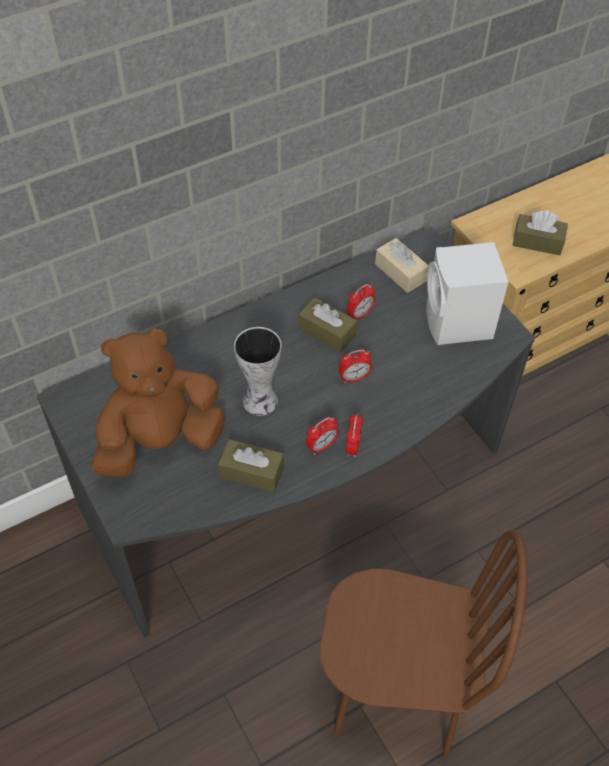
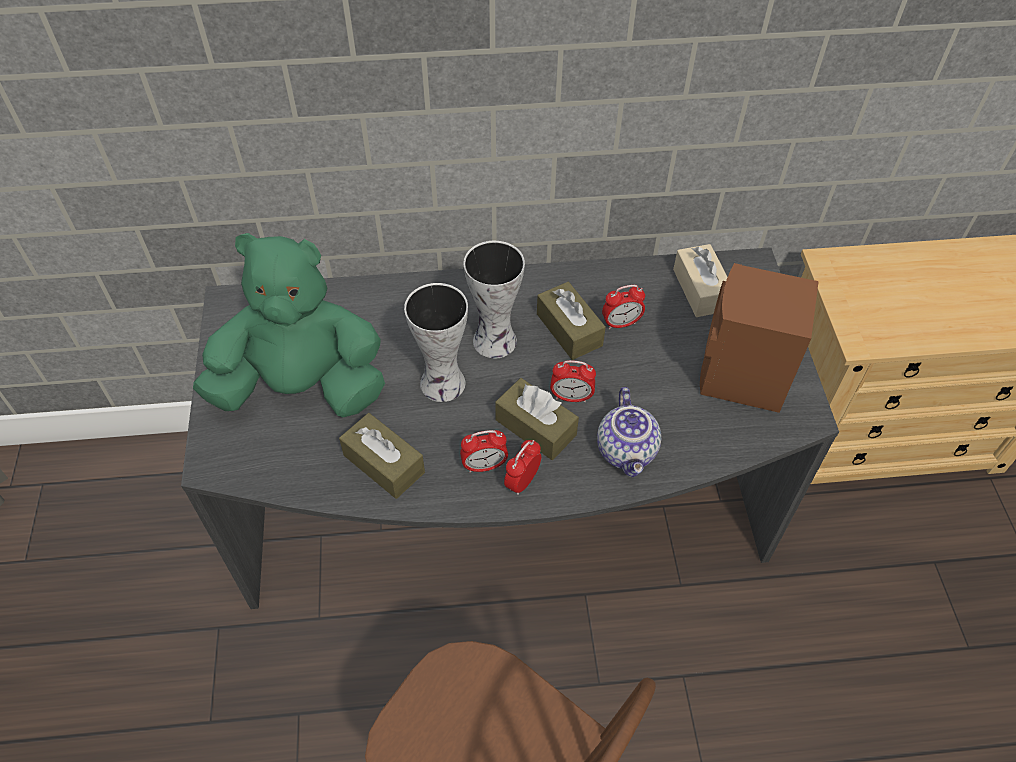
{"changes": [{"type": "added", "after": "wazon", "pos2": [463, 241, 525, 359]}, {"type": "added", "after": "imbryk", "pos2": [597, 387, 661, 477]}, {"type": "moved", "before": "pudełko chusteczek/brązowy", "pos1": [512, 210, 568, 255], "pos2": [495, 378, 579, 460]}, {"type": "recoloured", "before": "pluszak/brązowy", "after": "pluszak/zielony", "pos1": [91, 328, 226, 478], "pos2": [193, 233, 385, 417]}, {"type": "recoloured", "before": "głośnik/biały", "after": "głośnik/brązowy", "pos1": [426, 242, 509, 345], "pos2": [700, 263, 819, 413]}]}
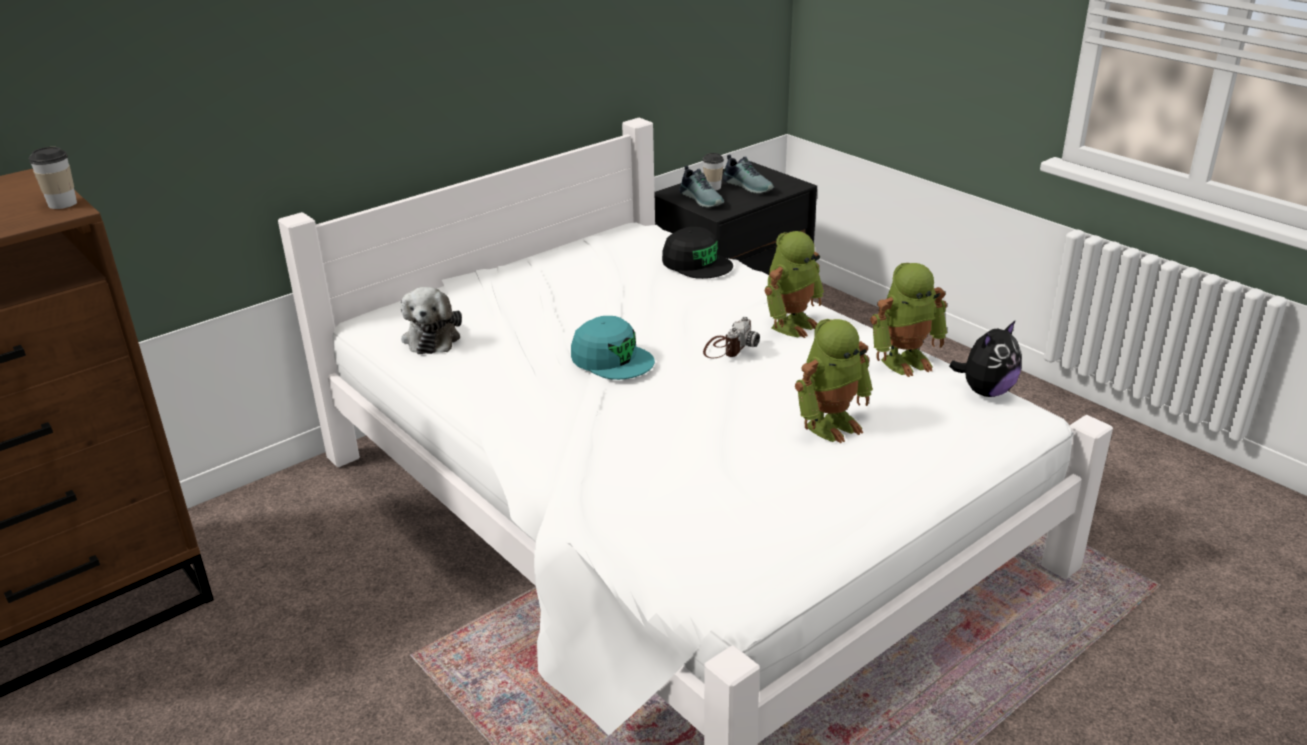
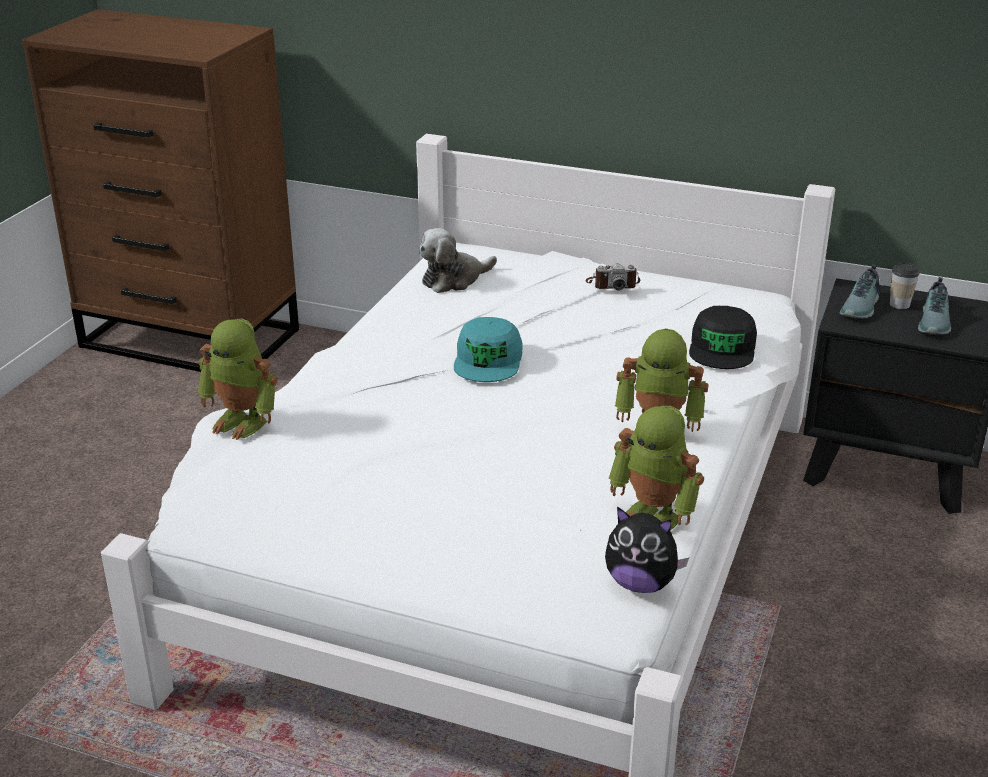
{"changes": [{"type": "removed", "before": "filiżanka", "pos1": [29, 147, 77, 209]}, {"type": "moved", "before": "aparat fotograficzny", "pos1": [703, 317, 760, 358], "pos2": [586, 263, 640, 291]}, {"type": "moved", "before": "robot zabawkowy", "pos1": [795, 319, 873, 443], "pos2": [198, 318, 278, 440]}]}
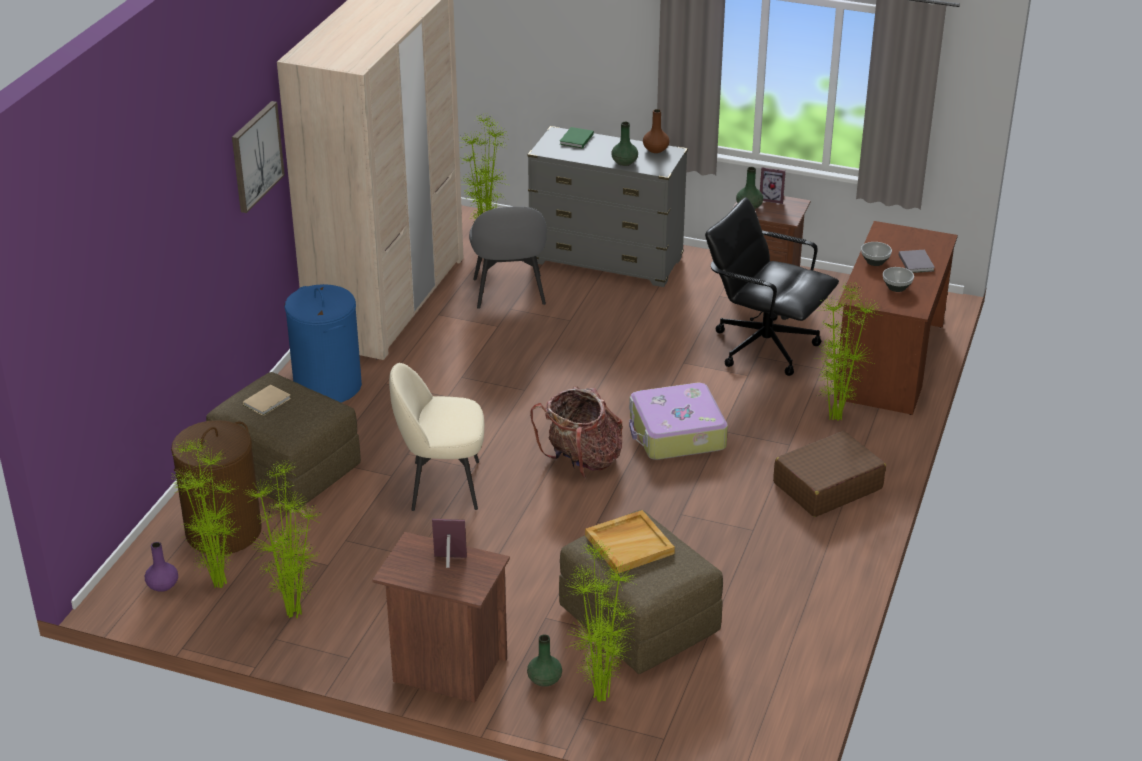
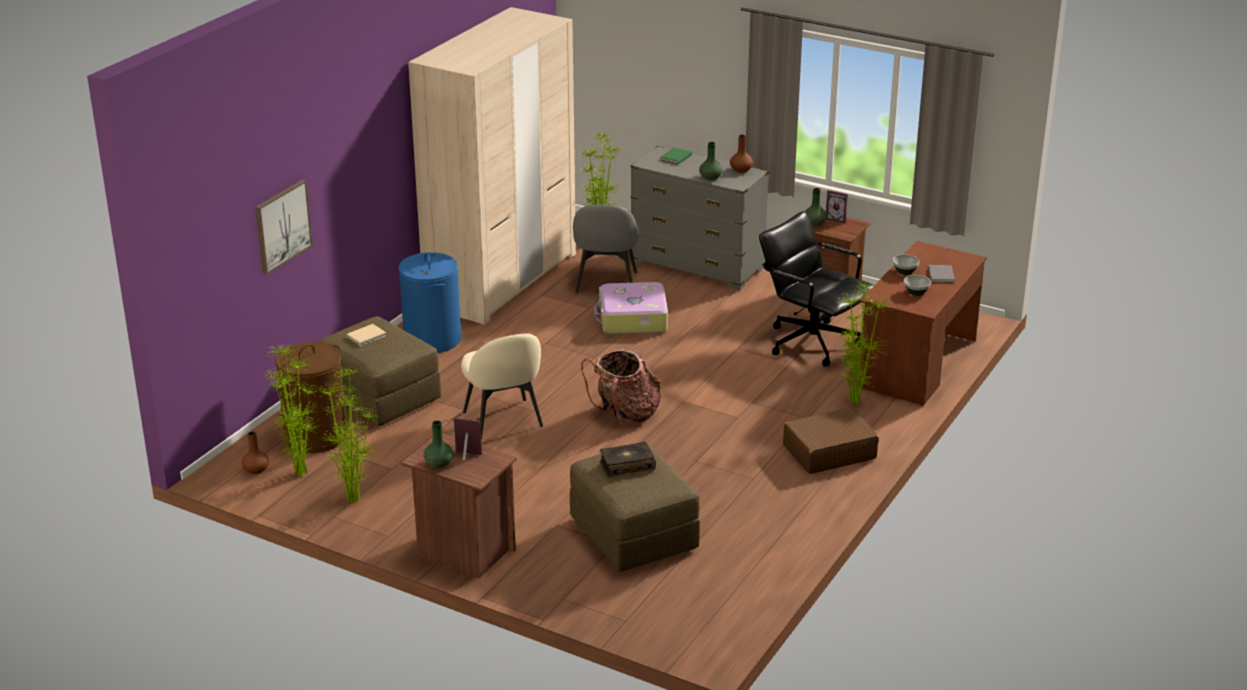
{"changes": [{"type": "removed", "before": "roślina doniczkowa", "pos1": [563, 539, 638, 702]}, {"type": "moved", "before": "obraz", "pos1": [232, 101, 285, 213], "pos2": [255, 180, 313, 275]}, {"type": "moved", "before": "wazon/zielony", "pos1": [527, 634, 562, 687], "pos2": [424, 420, 454, 468]}, {"type": "moved", "before": "walizka", "pos1": [629, 383, 728, 460], "pos2": [594, 282, 668, 334]}, {"type": "replaced", "before": "taca/beżowy", "after": "książka", "pos1": [585, 510, 675, 573], "pos2": [600, 442, 656, 477]}, {"type": "recoloured", "before": "wazon/fioletowy", "after": "wazon/brązowy", "pos1": [145, 542, 178, 592], "pos2": [242, 431, 269, 474]}, {"type": "turned", "before": "krzesło/beżowy", "pos1": [389, 363, 484, 511], "pos2": [461, 333, 543, 439], "turn": -120}]}
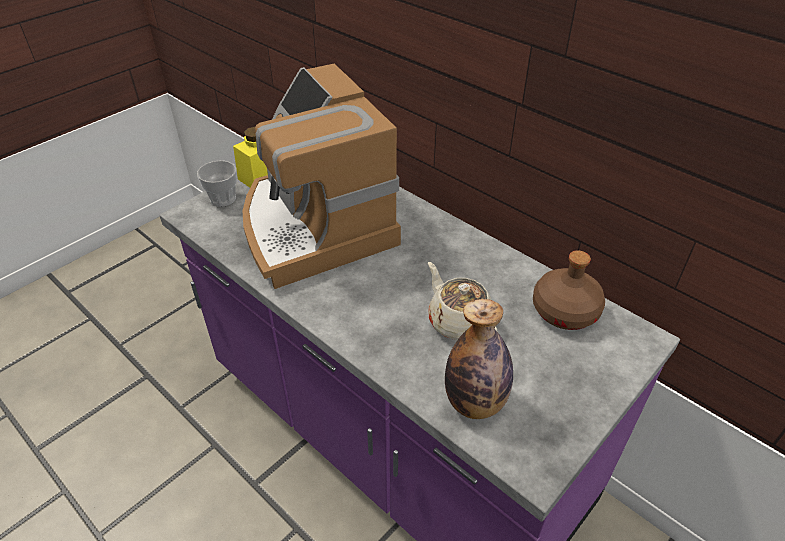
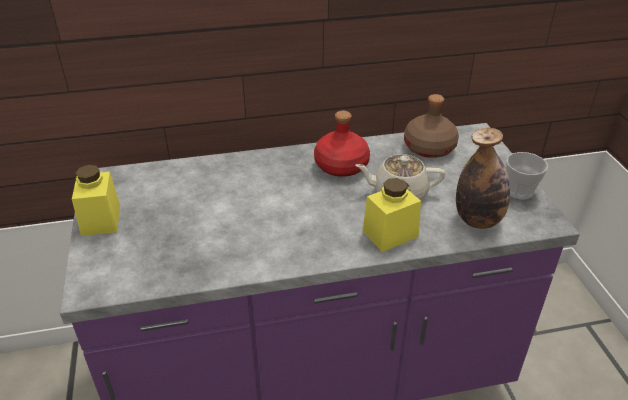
{"changes": [{"type": "removed", "before": "ekspres do kawy", "pos1": [243, 64, 401, 289]}, {"type": "added", "after": "butelka/czerwony", "pos2": [314, 111, 370, 177]}, {"type": "added", "after": "słoik/żółty", "pos2": [362, 178, 421, 252]}, {"type": "moved", "before": "filiżanka", "pos1": [197, 160, 237, 207], "pos2": [506, 152, 548, 200]}]}
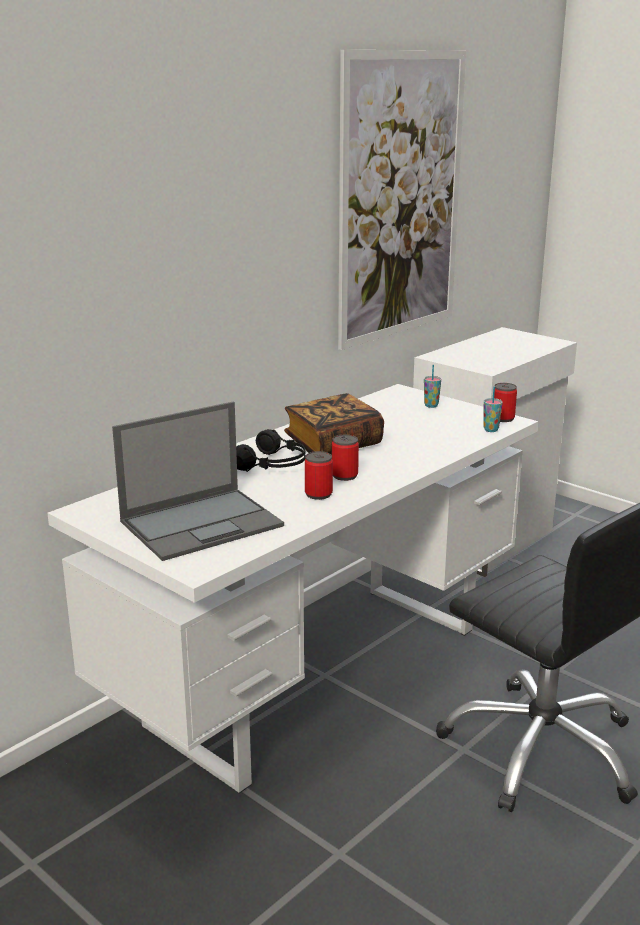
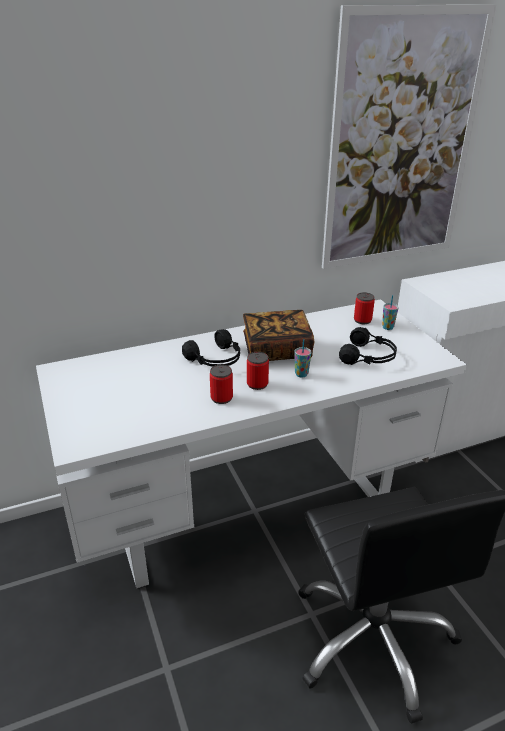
{"changes": [{"type": "removed", "before": "laptop", "pos1": [112, 402, 284, 561]}, {"type": "added", "after": "słuchawki/czarny", "pos2": [339, 327, 397, 365]}, {"type": "moved", "before": "filiżanka", "pos1": [484, 387, 503, 432], "pos2": [294, 339, 311, 377]}, {"type": "moved", "before": "puszka", "pos1": [494, 383, 517, 422], "pos2": [354, 292, 375, 324]}]}
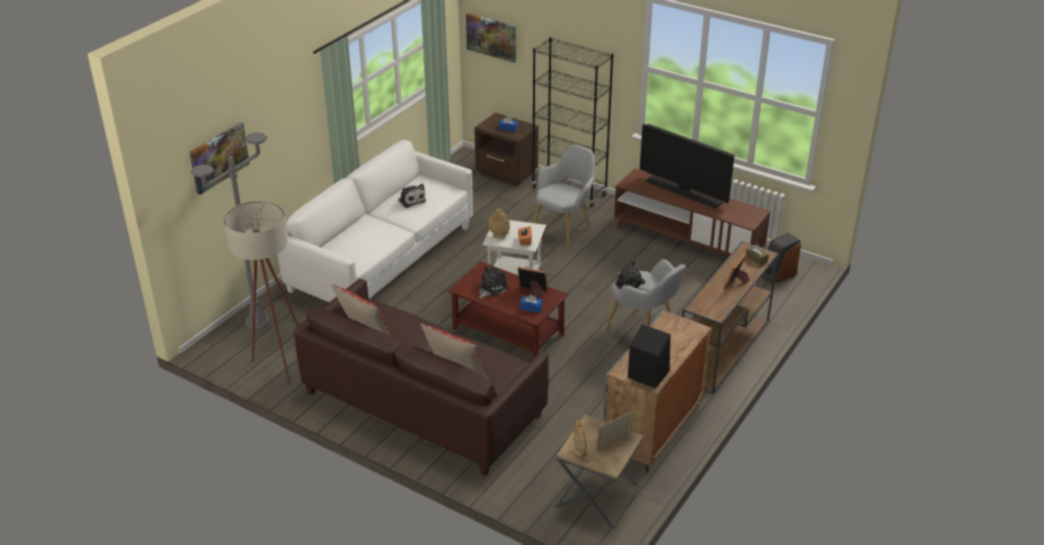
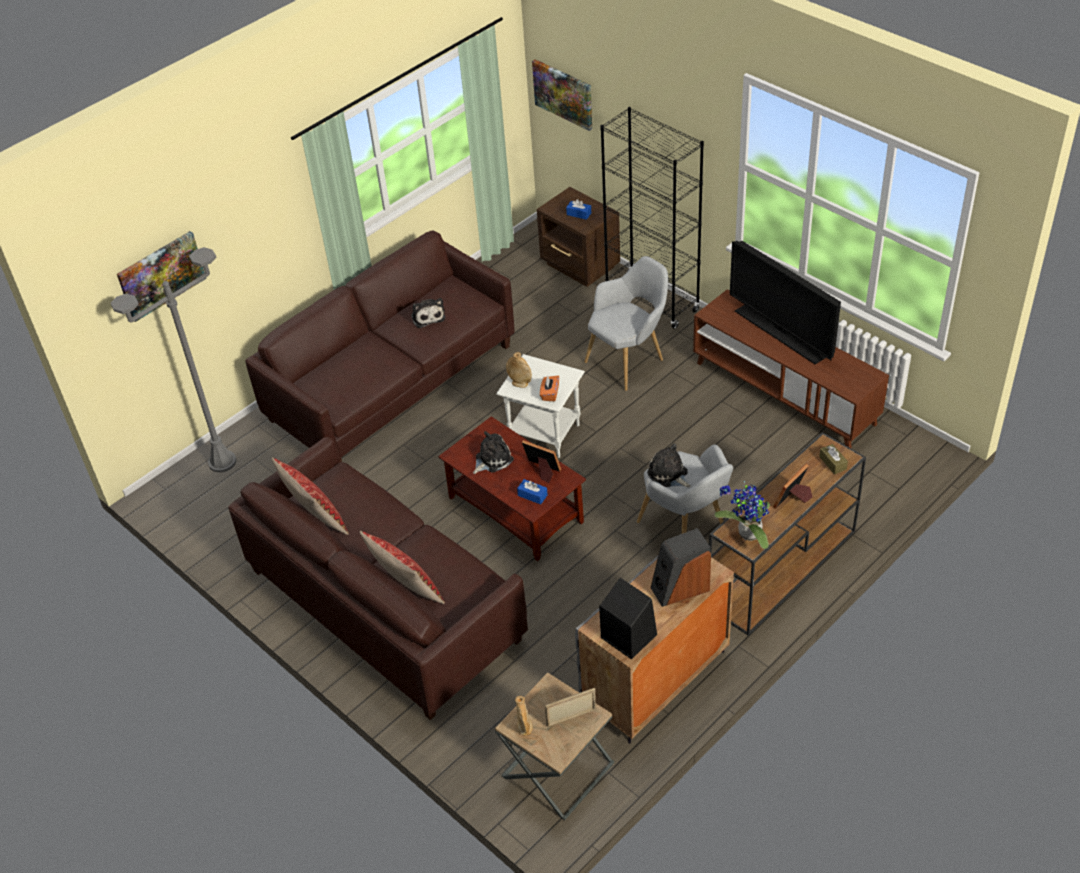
{"changes": [{"type": "removed", "before": "lampa stojąca/beżowy", "pos1": [224, 201, 299, 385]}, {"type": "added", "after": "roślina doniczkowa", "pos2": [714, 481, 770, 549]}, {"type": "moved", "before": "głośnik", "pos1": [761, 232, 801, 285], "pos2": [650, 528, 711, 607]}, {"type": "recoloured", "before": "kanapa/biały", "after": "kanapa/brązowy", "pos1": [278, 140, 473, 302], "pos2": [245, 231, 515, 462]}]}
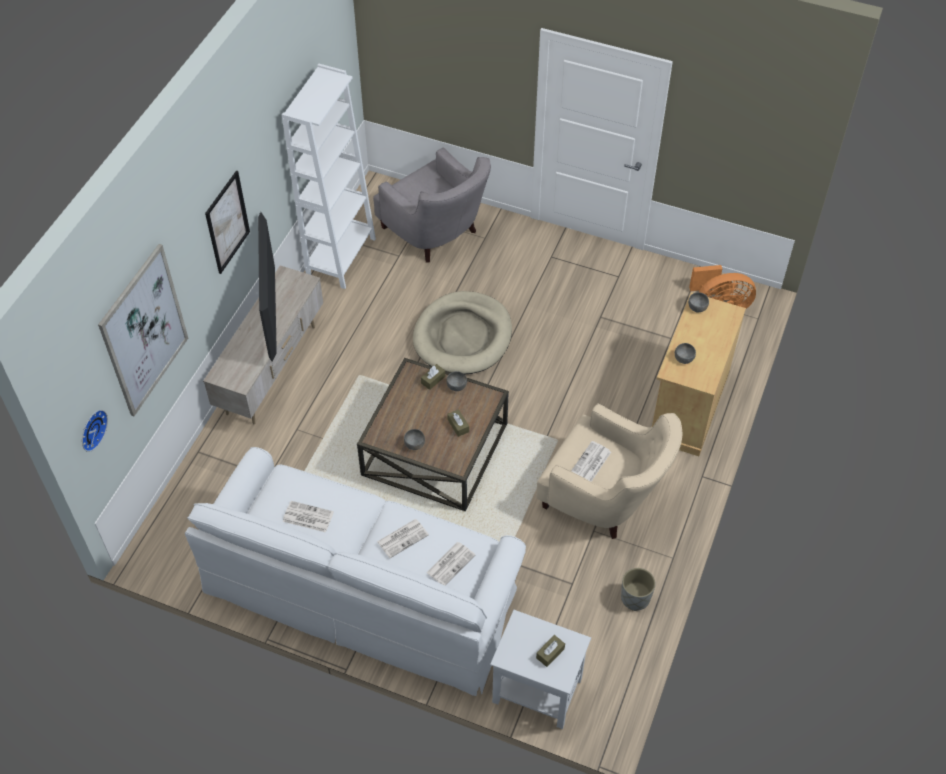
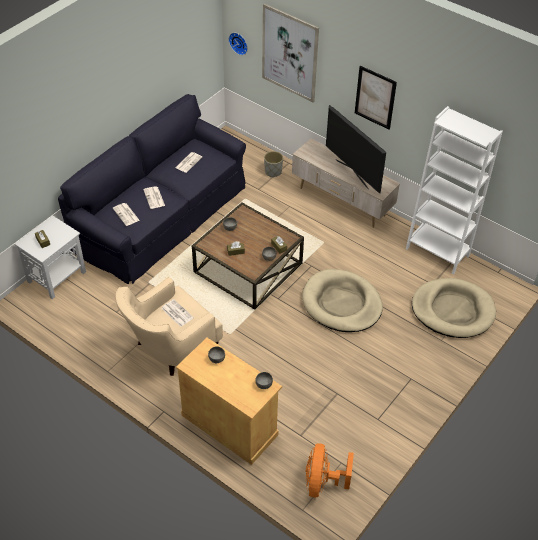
{"changes": [{"type": "moved", "before": "donica/szary", "pos1": [621, 568, 655, 611], "pos2": [264, 151, 283, 177]}, {"type": "replaced", "before": "fotel/szary", "after": "legowisko/beżowy", "pos1": [373, 147, 491, 262], "pos2": [412, 278, 496, 338]}, {"type": "recoloured", "before": "kanapa/biały", "after": "kanapa/czarny", "pos1": [185, 447, 526, 696], "pos2": [58, 94, 246, 284]}, {"type": "turned", "before": "telewizor", "pos1": [258, 212, 277, 361], "pos2": [326, 105, 386, 193], "turn": -135}]}
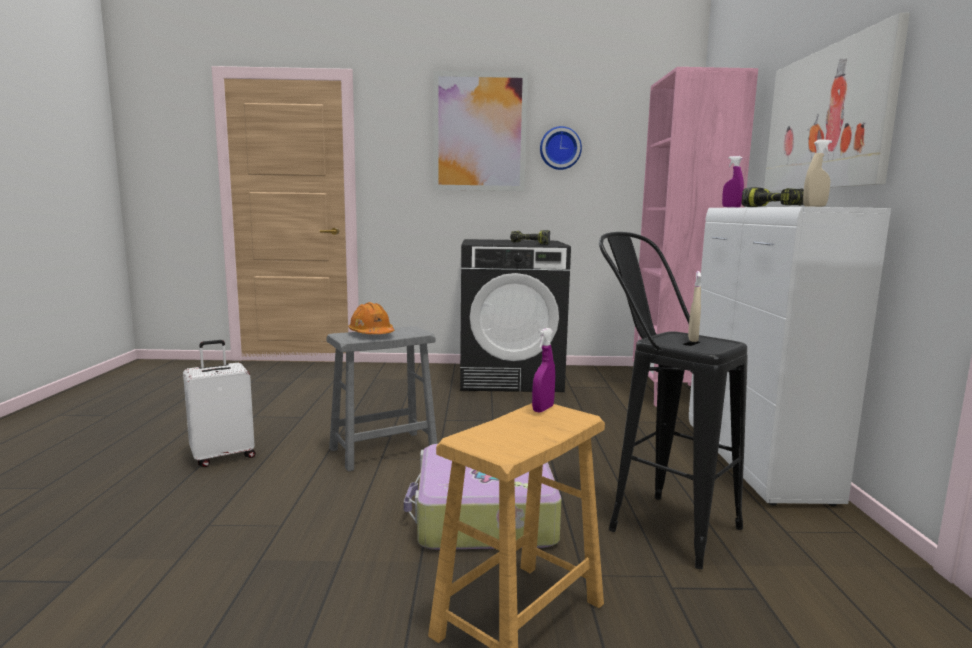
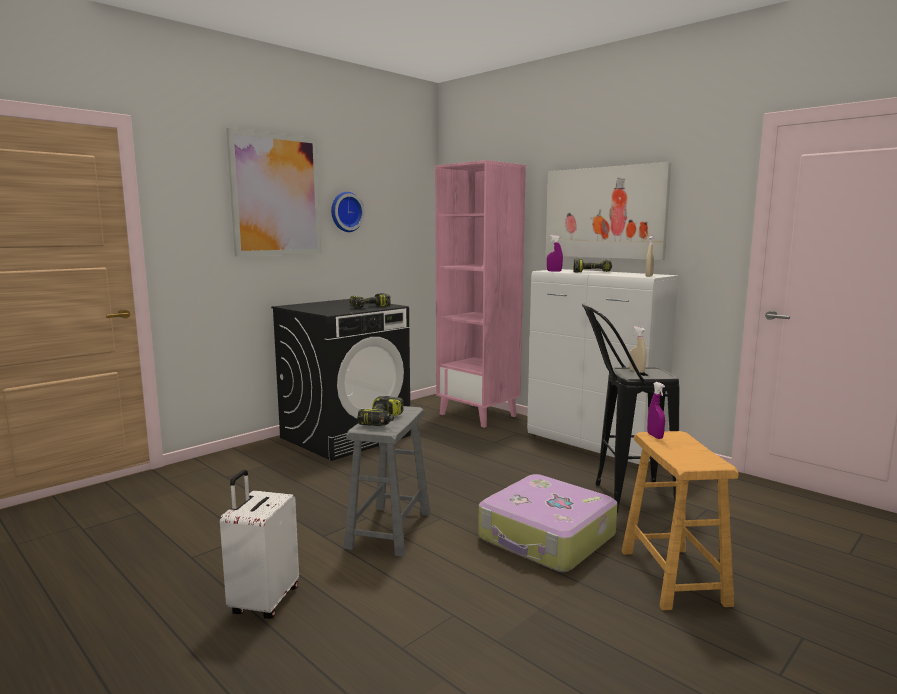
{"changes": [{"type": "replaced", "before": "kask/pomarańczowy", "after": "wiertarka", "pos1": [348, 302, 394, 334], "pos2": [357, 396, 404, 426]}]}
